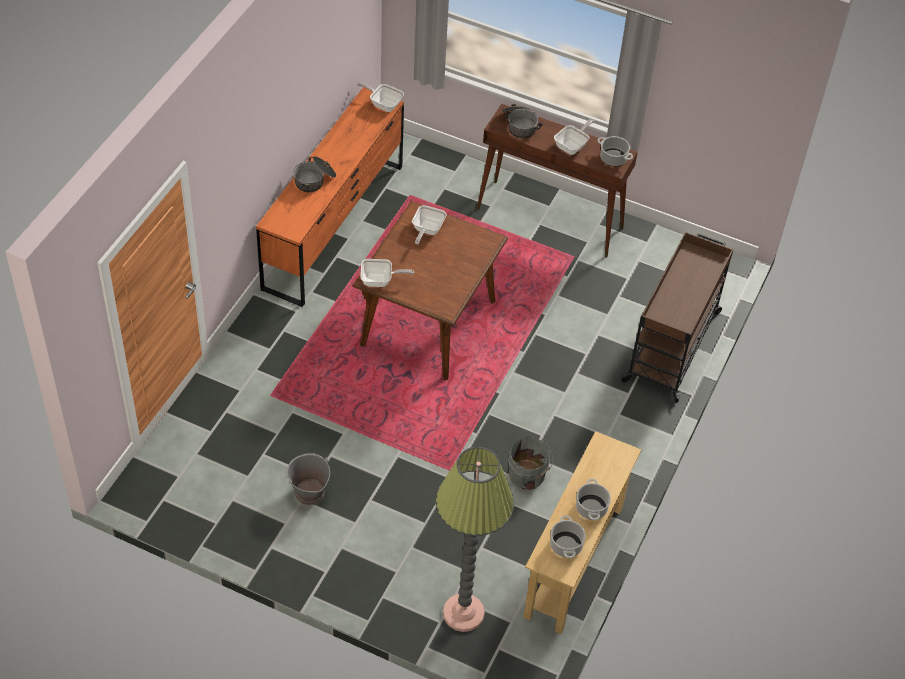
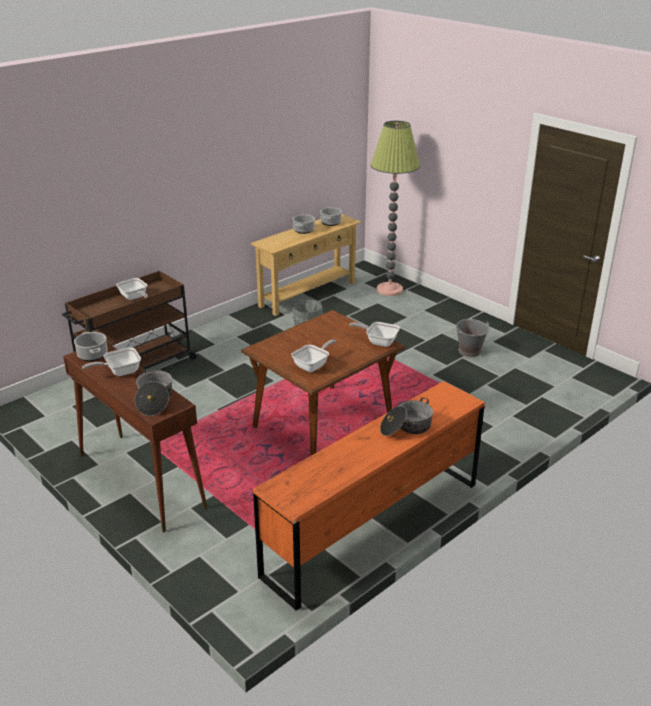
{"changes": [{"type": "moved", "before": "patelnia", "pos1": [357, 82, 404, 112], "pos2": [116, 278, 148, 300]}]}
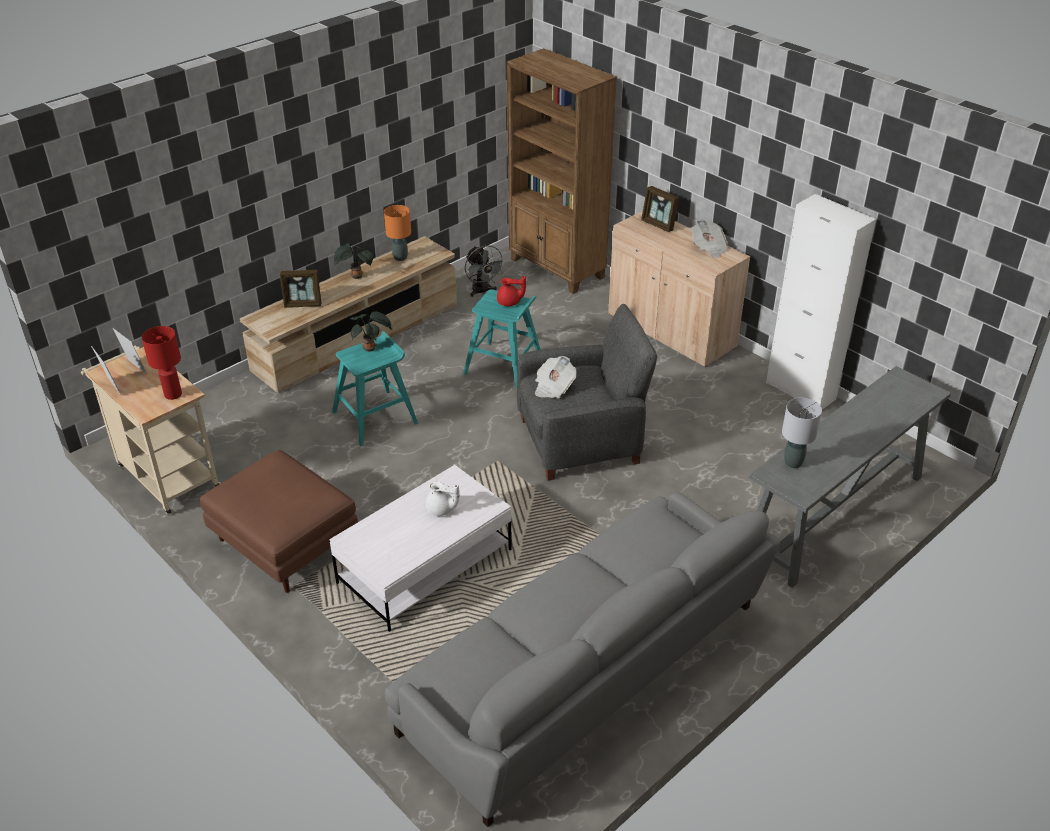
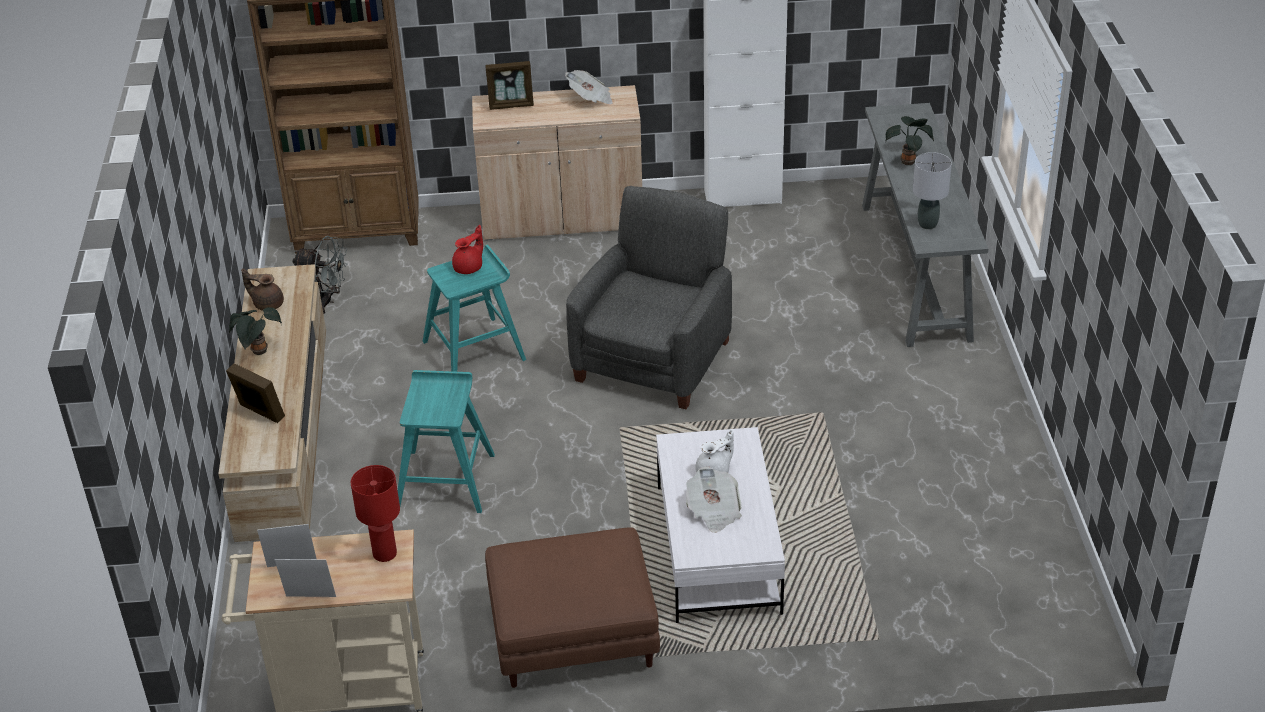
{"changes": [{"type": "removed", "before": "kanapa/szary", "pos1": [385, 492, 780, 827]}, {"type": "moved", "before": "roślina doniczkowa", "pos1": [350, 312, 392, 352], "pos2": [886, 116, 934, 165]}, {"type": "moved", "before": "gazeta", "pos1": [535, 356, 577, 399], "pos2": [686, 466, 742, 533]}, {"type": "replaced", "before": "lampa stołowa/pomarańczowy", "after": "imbryk/brązowy", "pos1": [384, 205, 411, 261], "pos2": [241, 268, 284, 311]}, {"type": "turned", "before": "ramka na zdjęcie", "pos1": [280, 270, 321, 308], "pos2": [226, 363, 285, 423], "turn": -90}]}
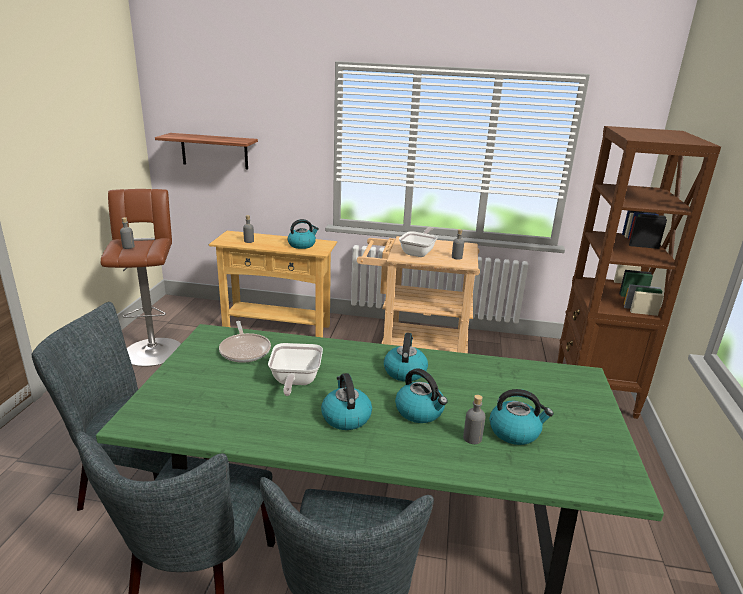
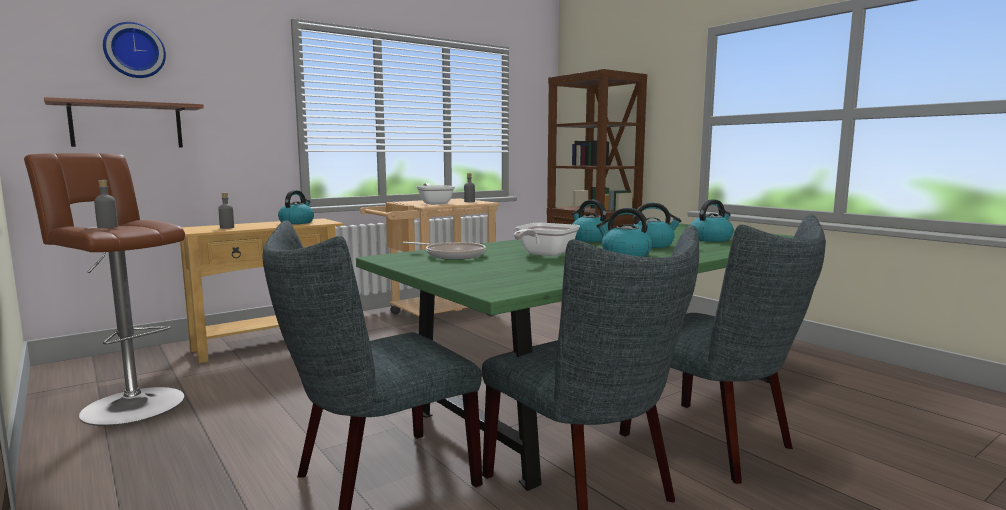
{"changes": [{"type": "removed", "before": "butelka/szary", "pos1": [463, 395, 486, 444]}, {"type": "added", "after": "zegar ścienny", "pos2": [103, 22, 166, 78]}, {"type": "turned", "before": "patelnia", "pos1": [268, 343, 323, 396], "pos2": [514, 223, 580, 256], "turn": 75}]}
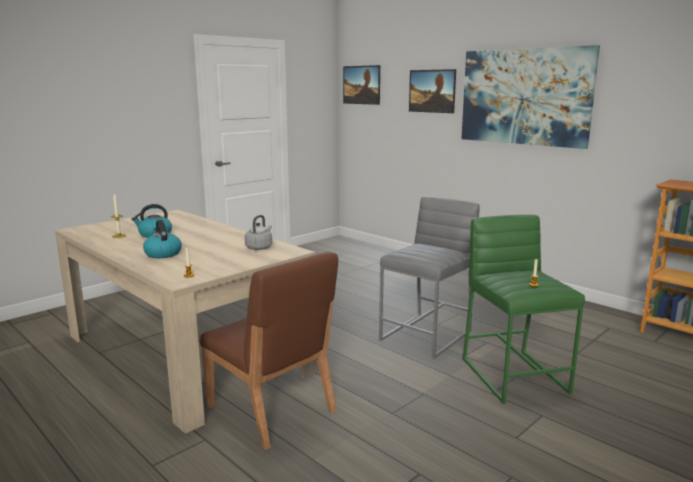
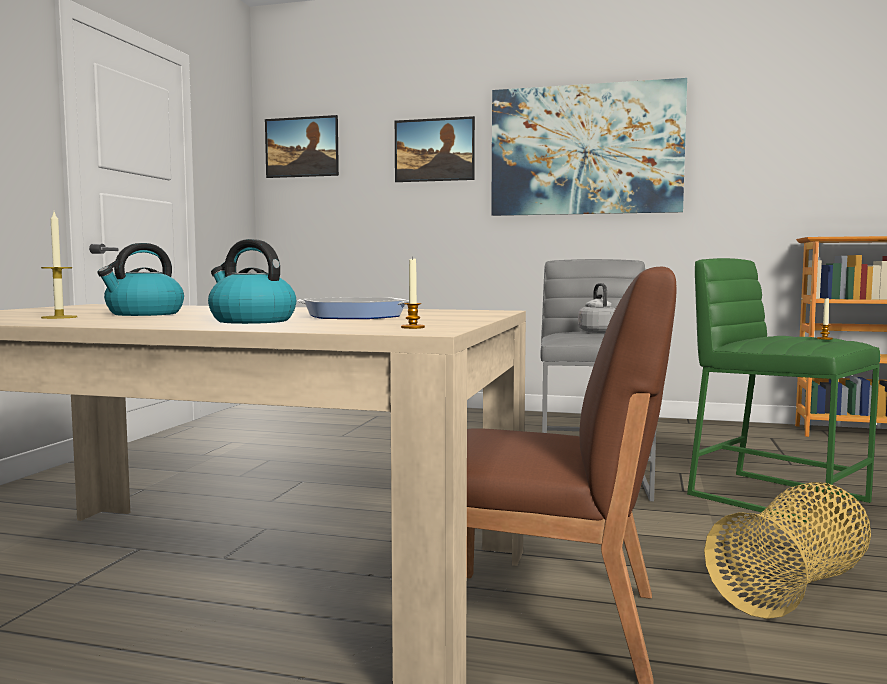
{"changes": [{"type": "added", "after": "patelnia", "pos2": [297, 297, 409, 319]}, {"type": "added", "after": "koszyk", "pos2": [704, 482, 871, 619]}, {"type": "moved", "before": "czajnik/szary", "pos1": [245, 215, 272, 250], "pos2": [578, 283, 616, 333]}]}
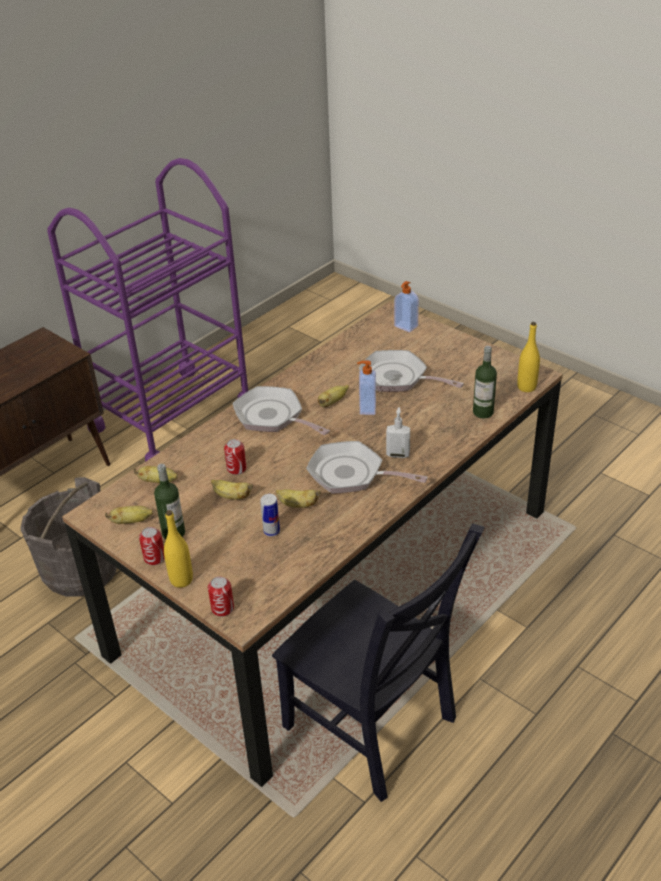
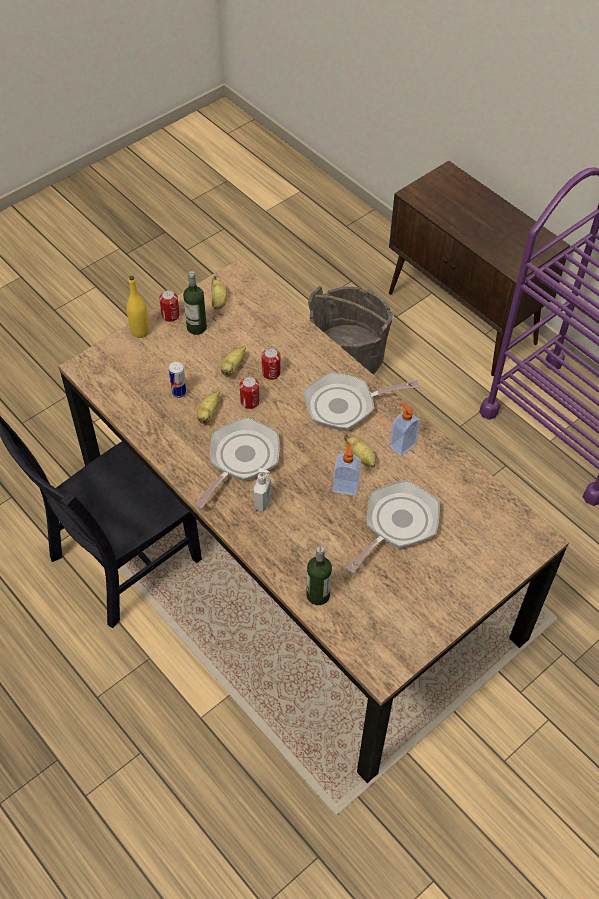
{"changes": [{"type": "removed", "before": "banan", "pos1": [133, 466, 178, 483]}, {"type": "removed", "before": "butelka/żółty", "pos1": [517, 322, 540, 392]}, {"type": "moved", "before": "puszka", "pos1": [208, 576, 234, 617], "pos2": [240, 377, 259, 409]}, {"type": "moved", "before": "dozownik mydła", "pos1": [394, 281, 419, 332], "pos2": [389, 403, 420, 456]}, {"type": "turned", "before": "patelnia", "pos1": [233, 386, 330, 435], "pos2": [304, 372, 420, 432], "turn": -150}]}
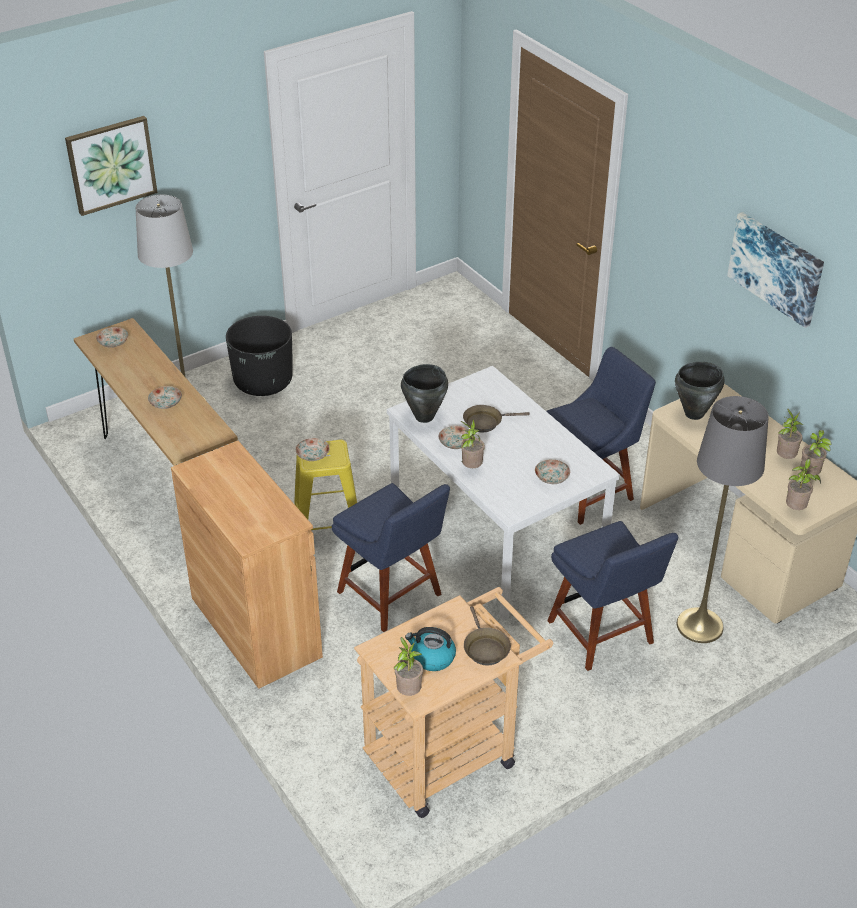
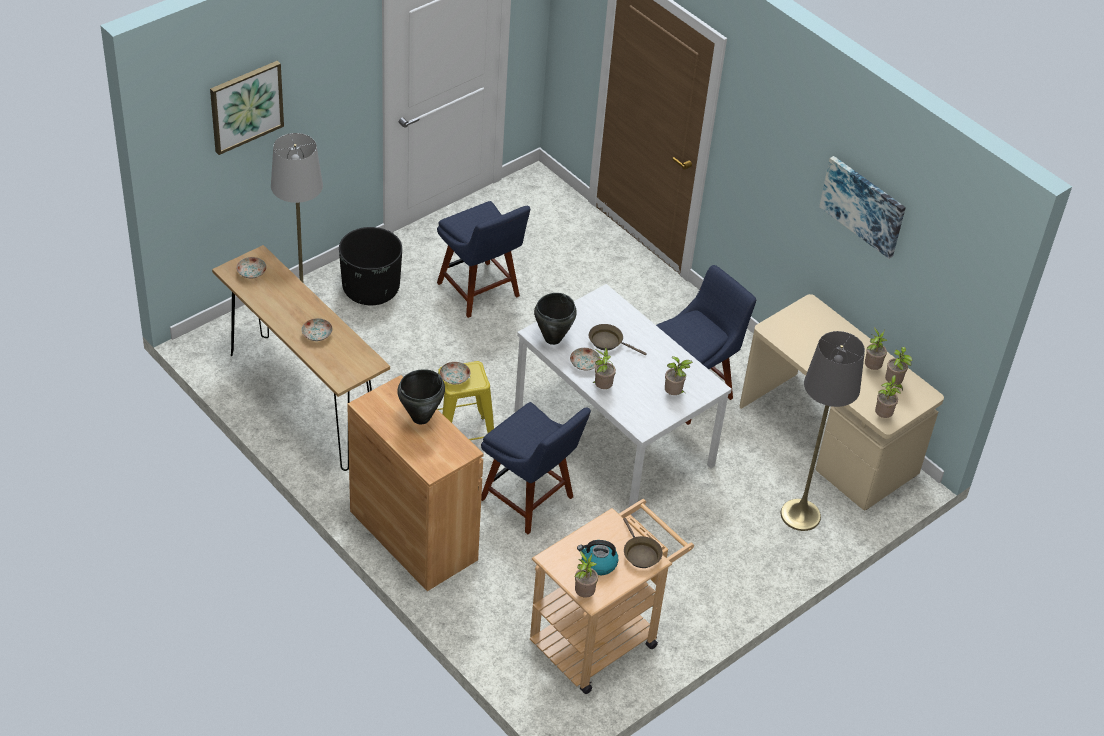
{"changes": [{"type": "moved", "before": "krzesło/niebieski", "pos1": [547, 521, 678, 671], "pos2": [437, 201, 530, 318]}, {"type": "moved", "before": "garnek/czarny", "pos1": [675, 362, 724, 420], "pos2": [397, 369, 445, 424]}, {"type": "replaced", "before": "talerz", "after": "roślina doniczkowa", "pos1": [535, 459, 570, 484], "pos2": [665, 356, 693, 395]}, {"type": "turned", "before": "patelnia/brązowy", "pos1": [463, 405, 530, 432], "pos2": [589, 324, 647, 355], "turn": 45}]}
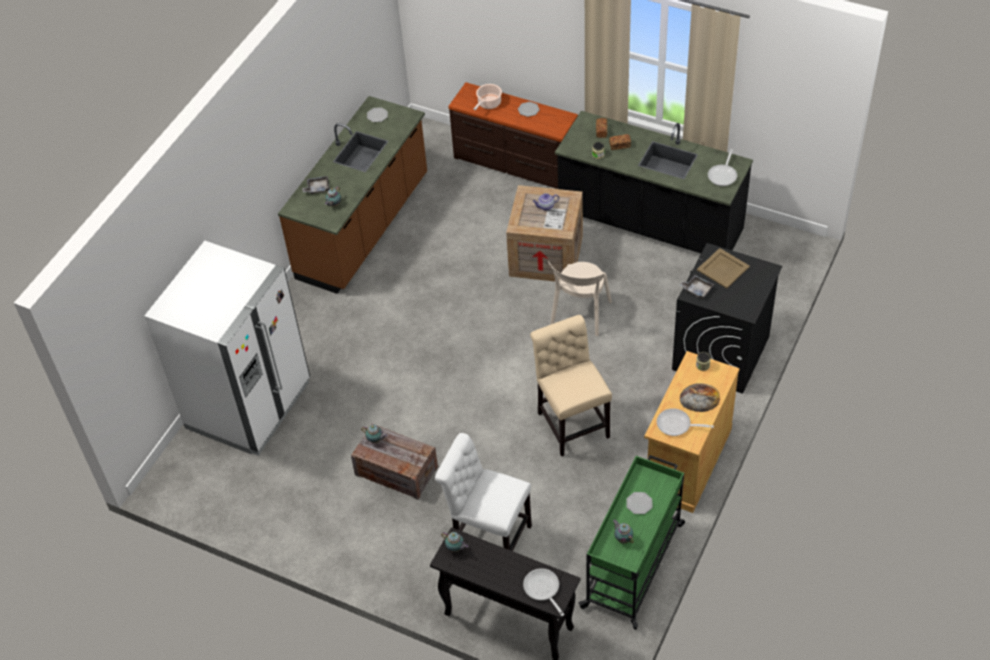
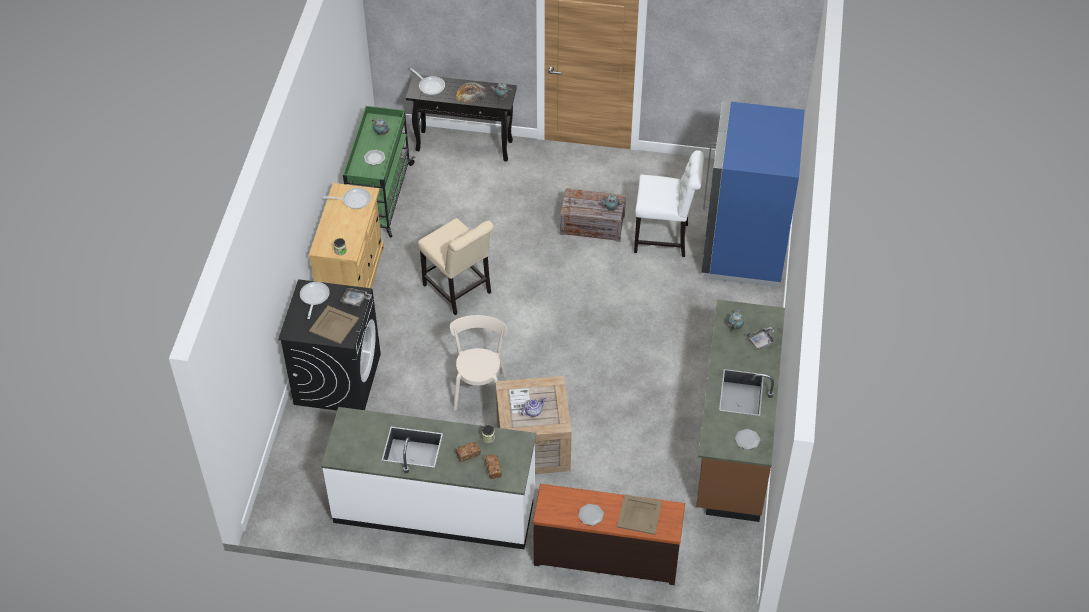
{"changes": [{"type": "moved", "before": "krzesło/biały", "pos1": [435, 433, 532, 551], "pos2": [634, 150, 704, 257]}, {"type": "moved", "before": "chleb", "pos1": [680, 383, 720, 412], "pos2": [455, 82, 487, 103]}, {"type": "moved", "before": "patelnia", "pos1": [708, 149, 737, 186], "pos2": [300, 282, 330, 319]}, {"type": "replaced", "before": "garnek", "after": "taca/beżowy", "pos1": [473, 84, 502, 110], "pos2": [617, 494, 662, 535]}, {"type": "recoloured", "before": "lodówka/biały", "after": "lodówka/niebieski", "pos1": [145, 241, 310, 456], "pos2": [702, 101, 805, 287]}, {"type": "recoloured", "before": "zabudowa kuchenna/czarny", "after": "zabudowa kuchenna/biały", "pos1": [555, 111, 753, 253], "pos2": [321, 407, 536, 549]}]}
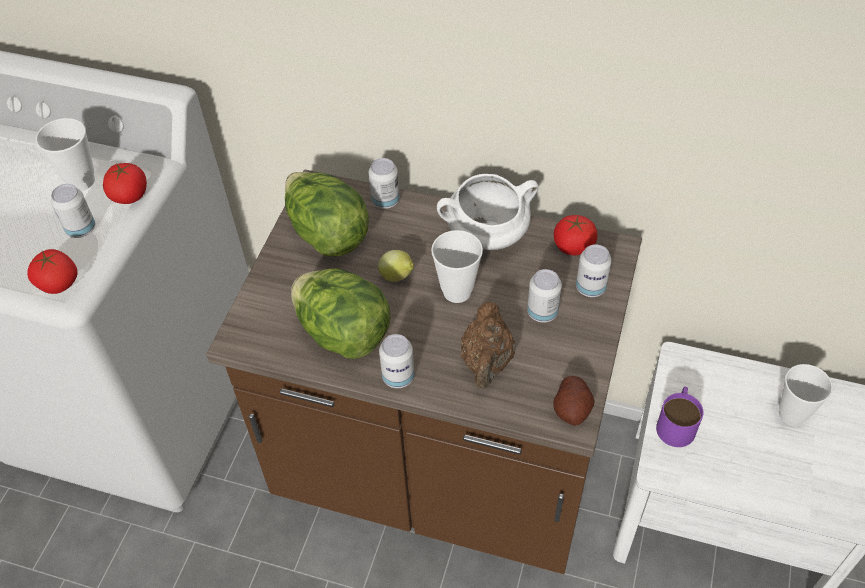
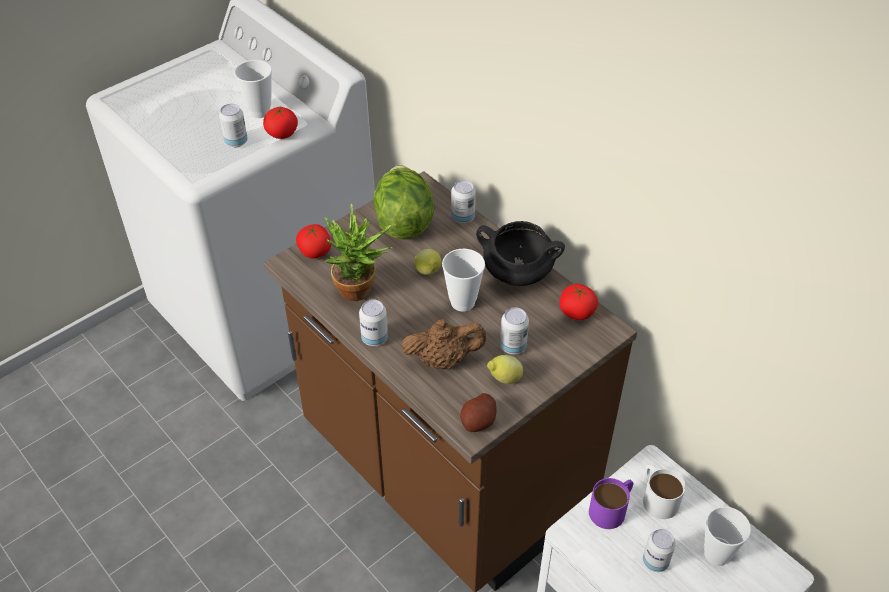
{"changes": [{"type": "added", "after": "cytryna", "pos2": [487, 355, 523, 384]}, {"type": "added", "after": "kubek/biały", "pos2": [643, 464, 686, 519]}, {"type": "moved", "before": "pomidor", "pos1": [27, 249, 78, 294], "pos2": [296, 224, 331, 258]}, {"type": "moved", "before": "puszka", "pos1": [576, 244, 612, 297], "pos2": [643, 529, 676, 572]}, {"type": "replaced", "before": "sałata", "after": "roślina doniczkowa", "pos1": [291, 268, 391, 359], "pos2": [324, 204, 393, 301]}, {"type": "recoloured", "before": "garnek/biały", "after": "garnek/czarny", "pos1": [437, 174, 539, 250], "pos2": [476, 221, 565, 286]}, {"type": "turned", "before": "imbryk/brązowy", "pos1": [461, 301, 515, 389], "pos2": [401, 319, 486, 369], "turn": -135}]}
